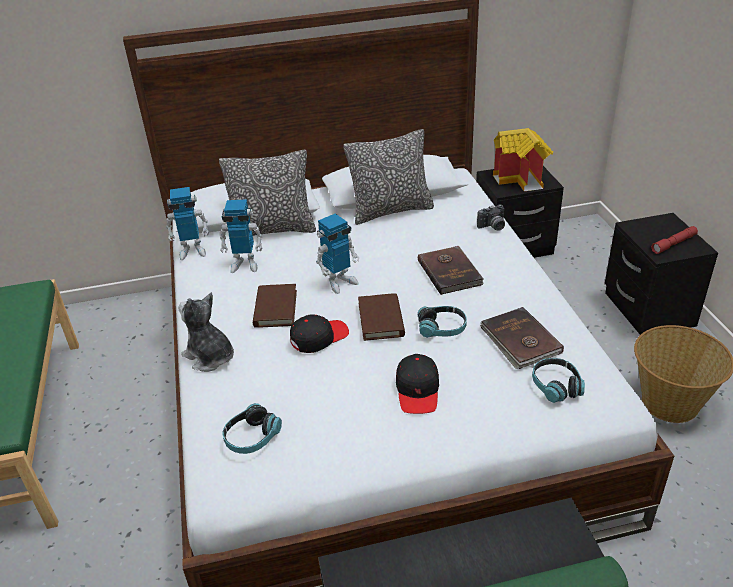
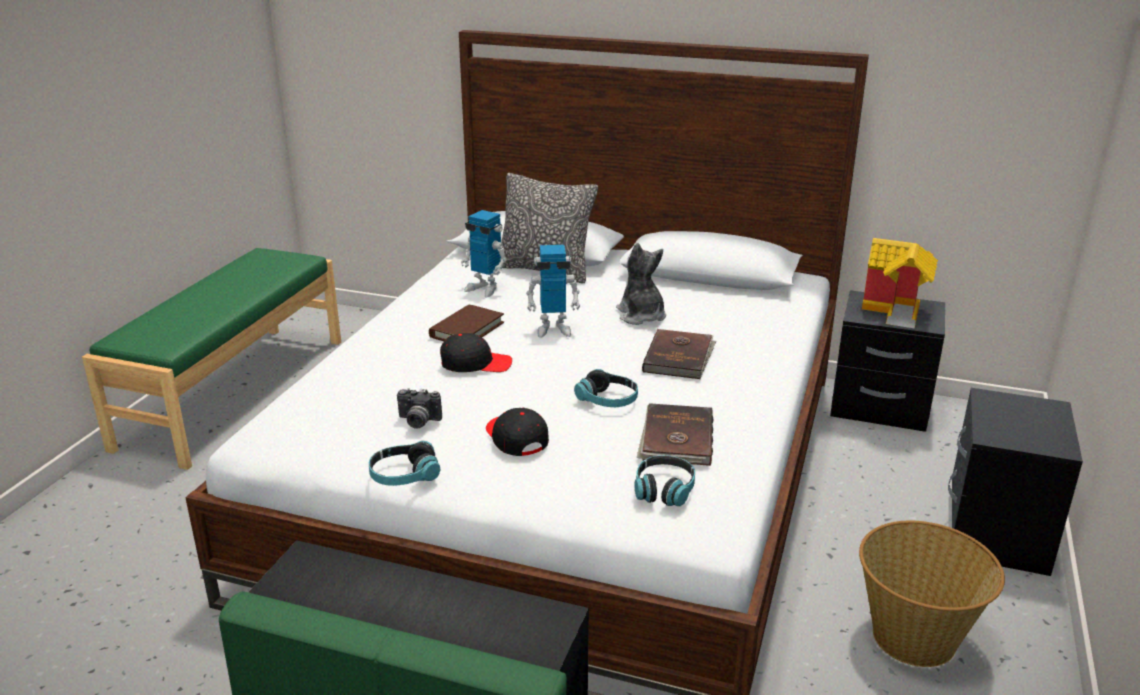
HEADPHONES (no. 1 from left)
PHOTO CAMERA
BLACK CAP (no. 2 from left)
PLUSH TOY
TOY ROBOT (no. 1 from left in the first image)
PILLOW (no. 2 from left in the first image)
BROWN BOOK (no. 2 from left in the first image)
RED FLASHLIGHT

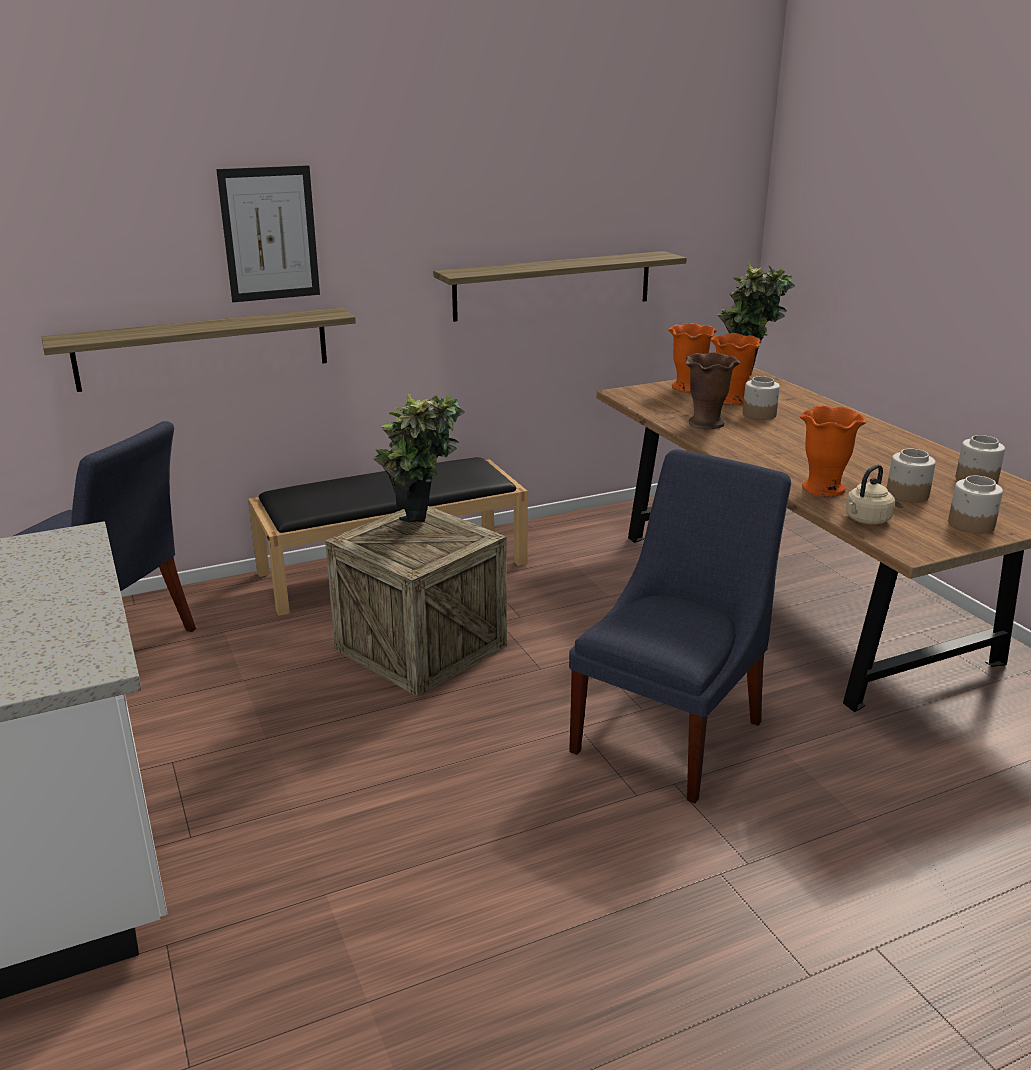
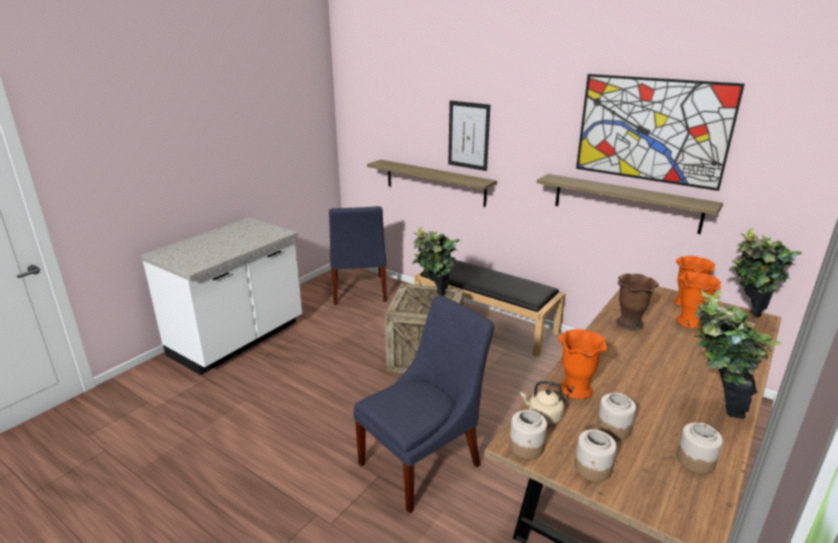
BLUE CHAIR (no. 2 from left)
JAR (no. 1 from left)
PICTURE (no. 2 from left)
POTTED PLANT (no. 2 from left)

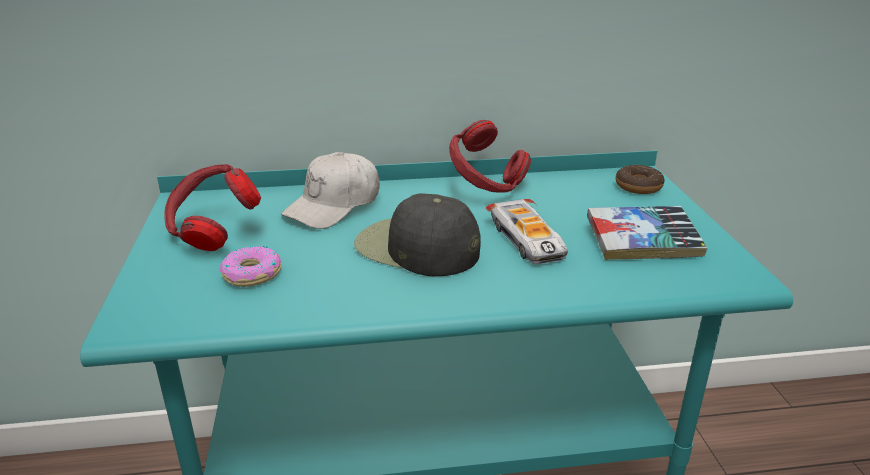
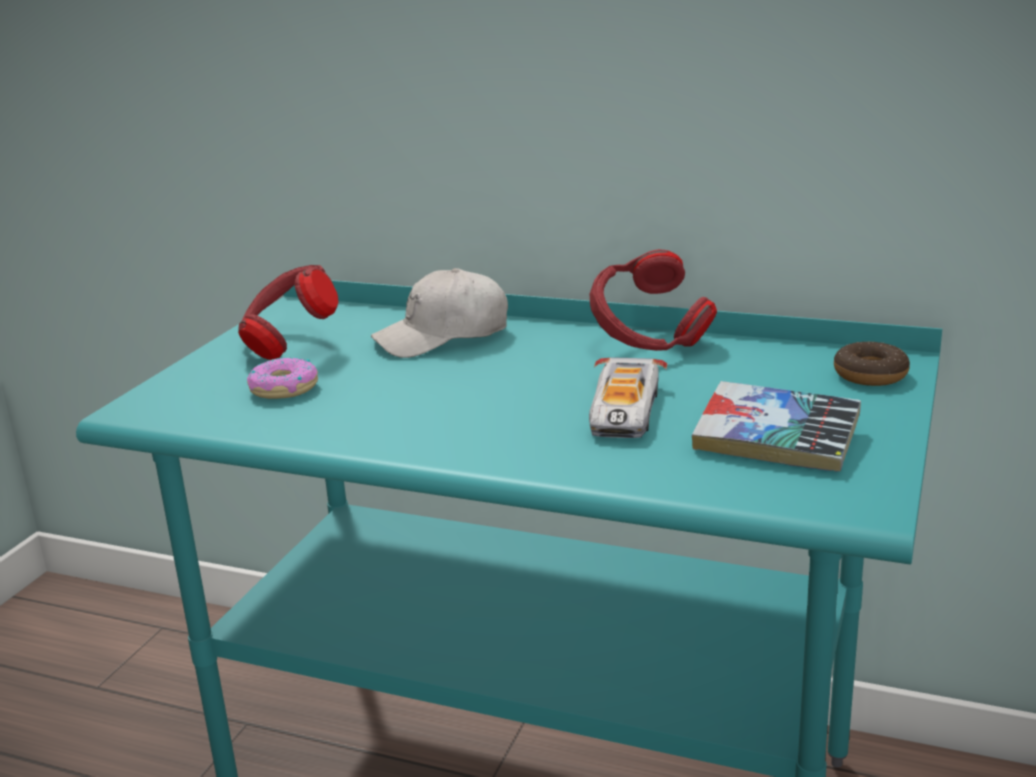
BLACK CAP

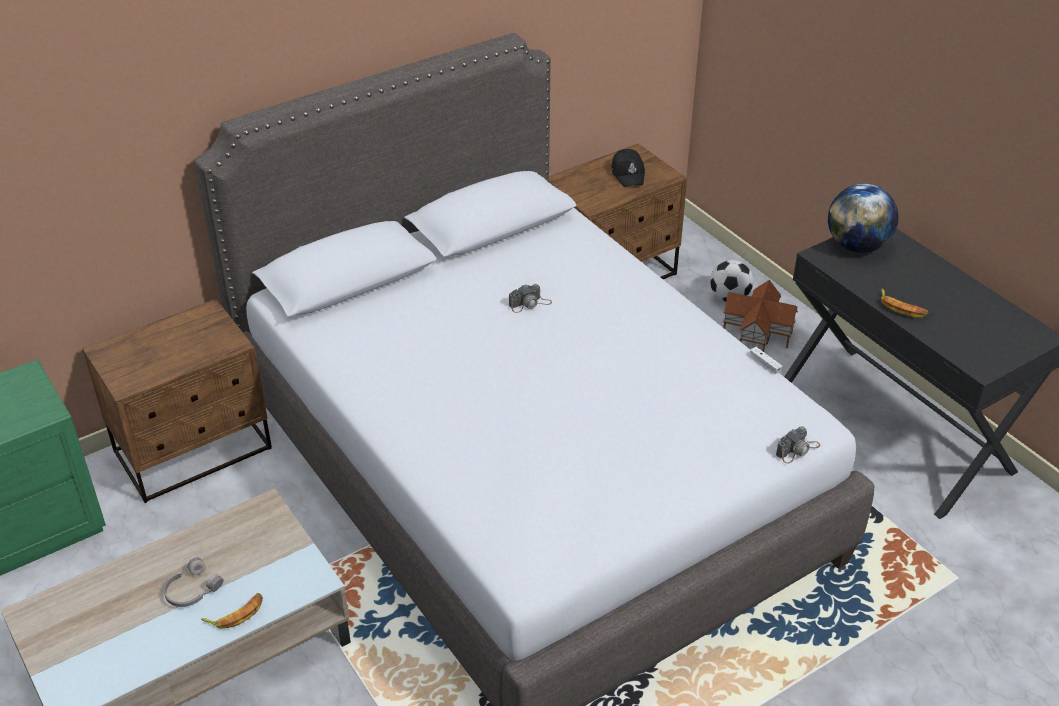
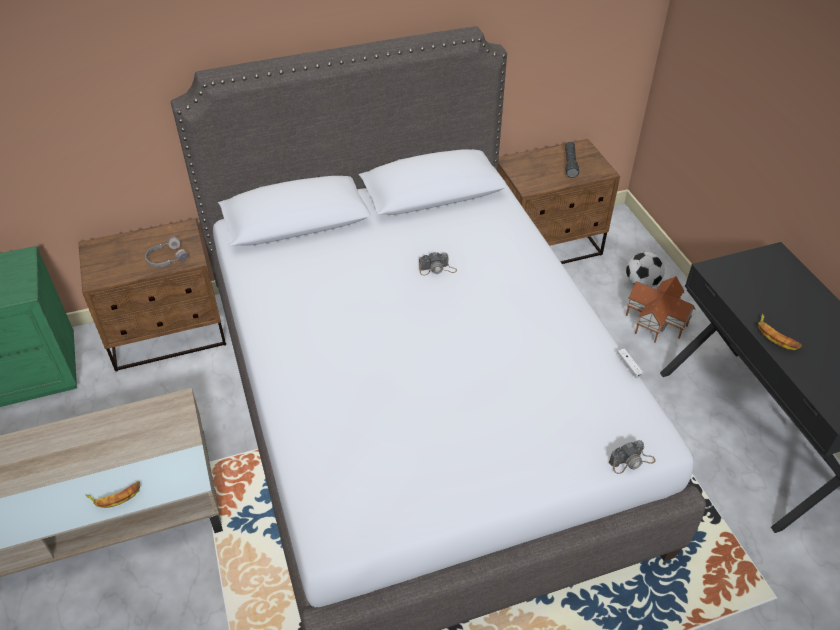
GREY HEADPHONES
BLACK FLASHLIGHT
GLOBE

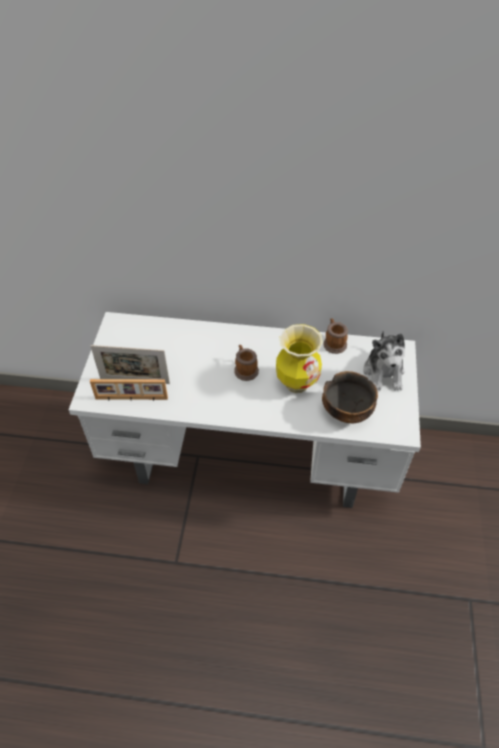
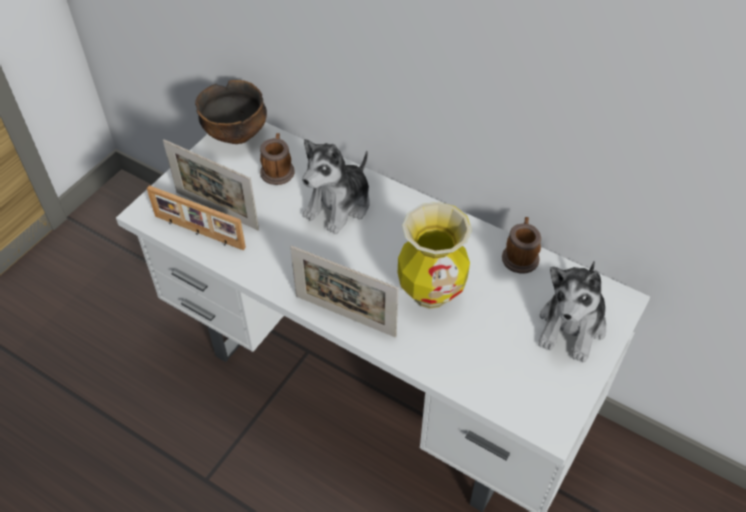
BOWL
MUG (no. 1 from left)
PICTURE FRAME (no. 3 from left)
PLUSH TOY (no. 1 from left)

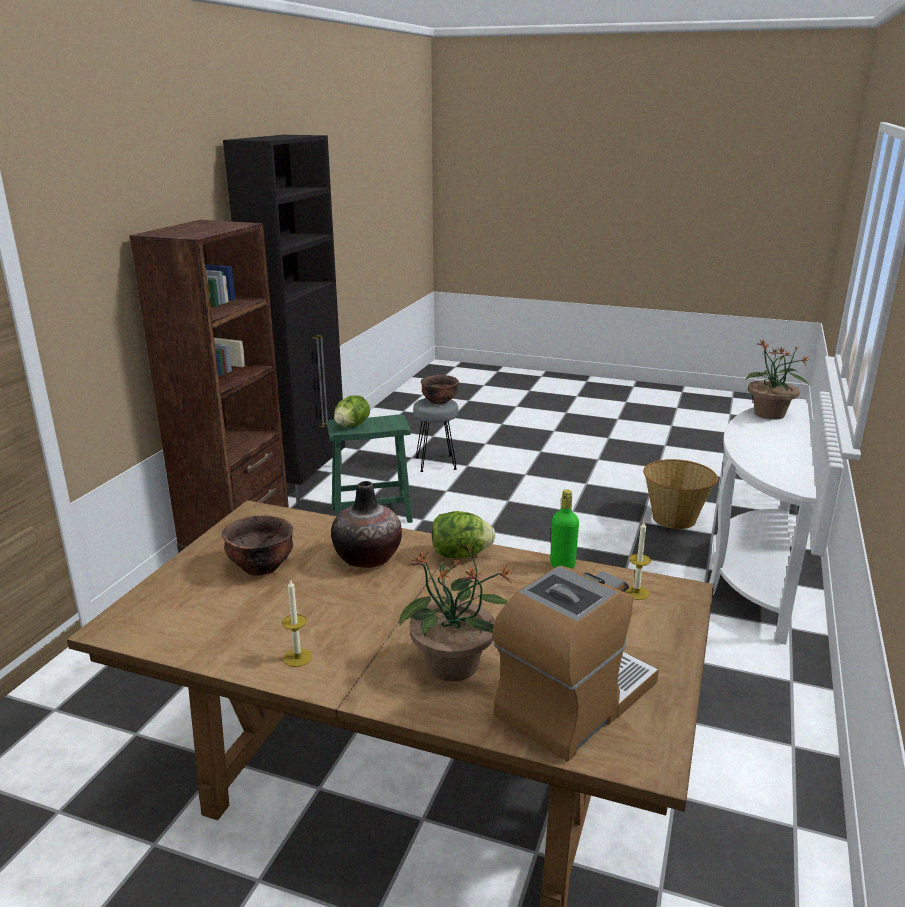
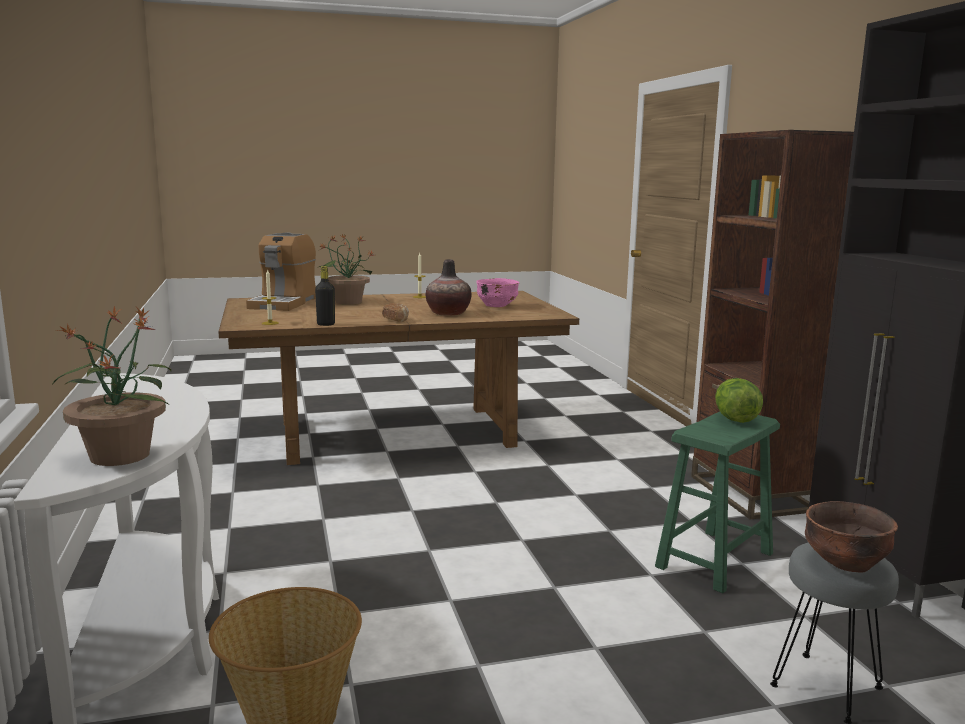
BLACK BOTTLE
BREAD
PINK BOWL

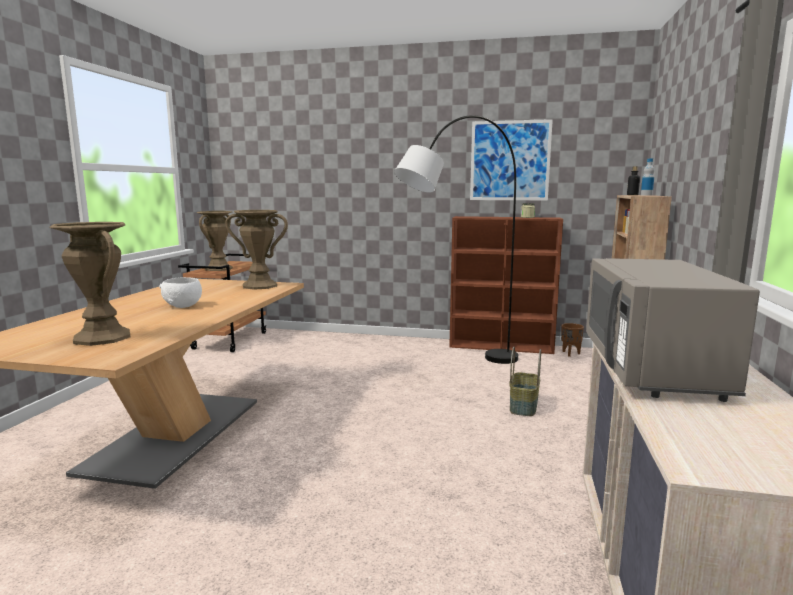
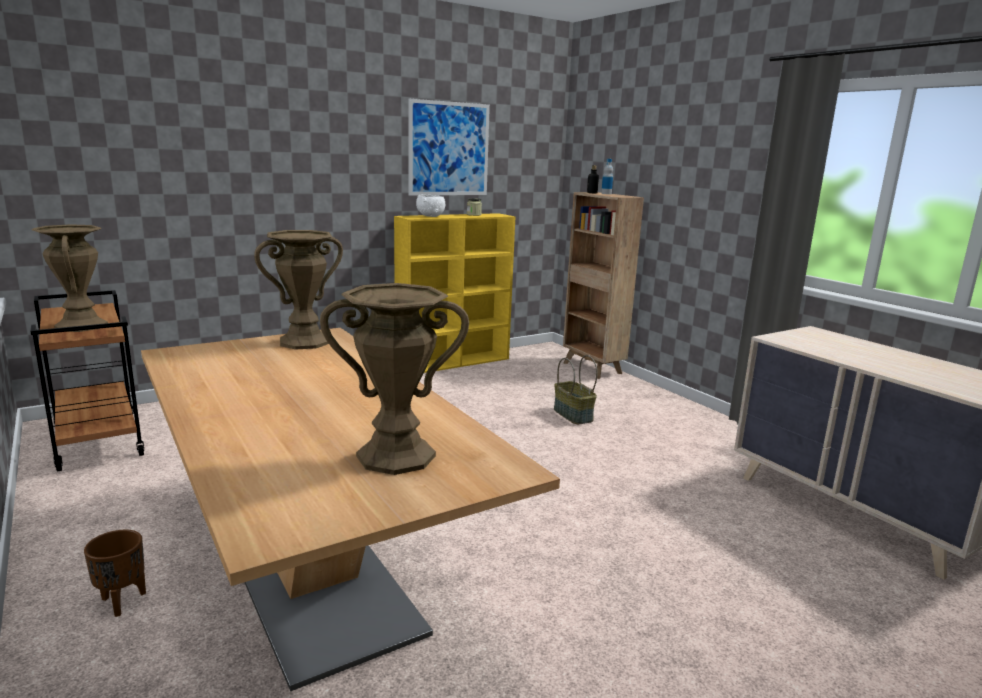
BROWN PLANTER
YELLOW BOOKCASE
WHITE BOWL
GREY FLOOR LAMP
GREY MICROWAVE

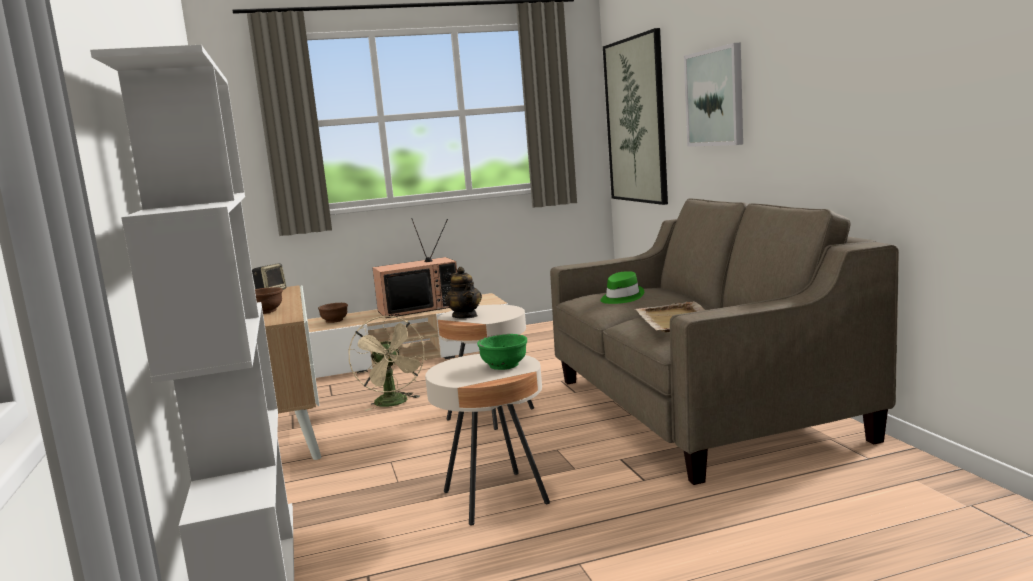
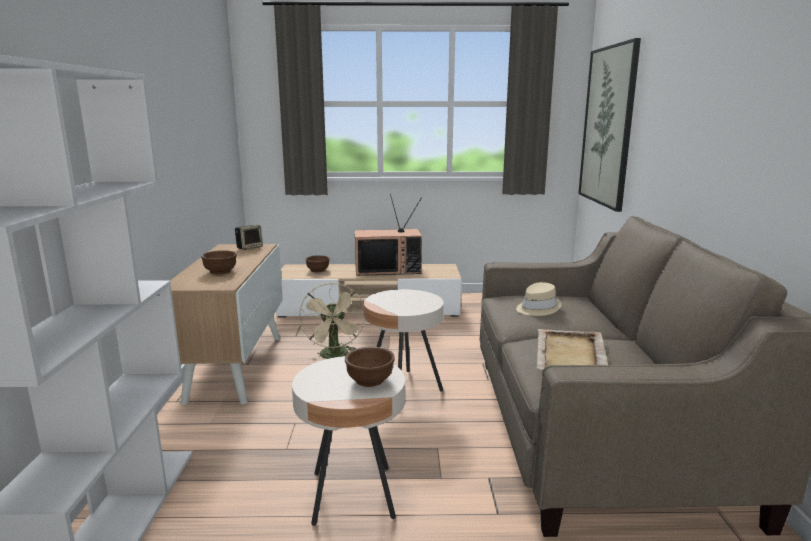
BROWN BOWL (no. 3 from left)
BEIGE HAT
TEAPOT
PICTURE (no. 2 from left in the first image)

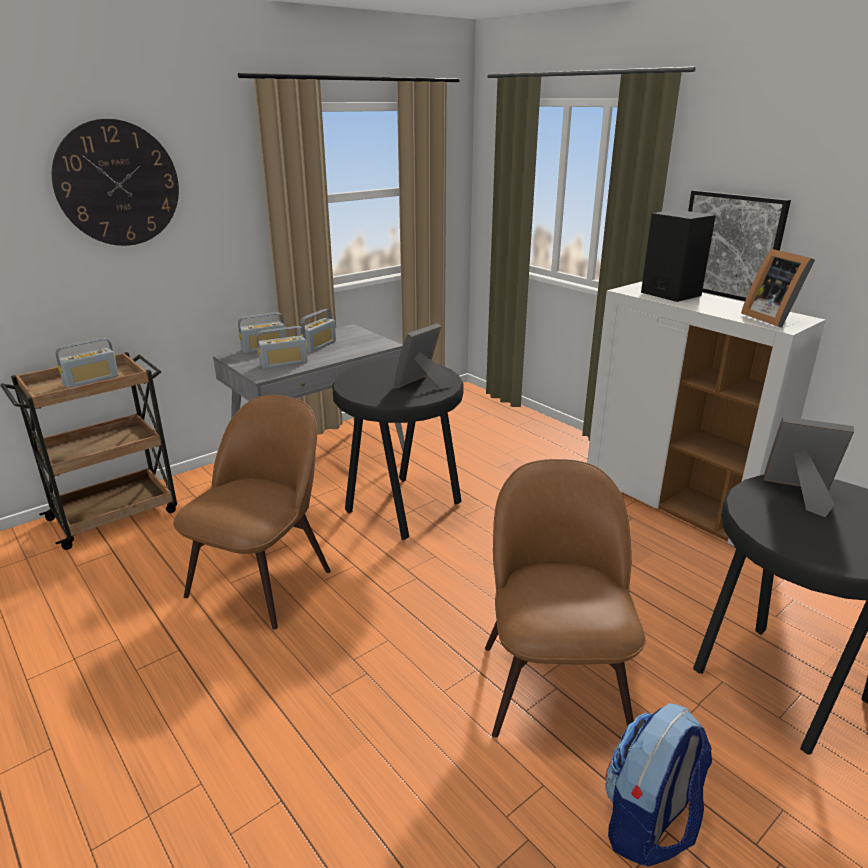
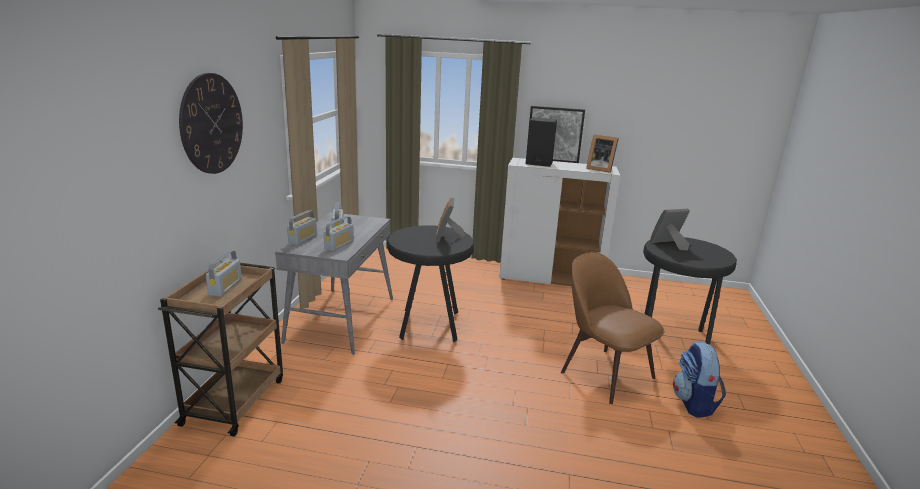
BROWN CHAIR (no. 1 from left in the first image)

